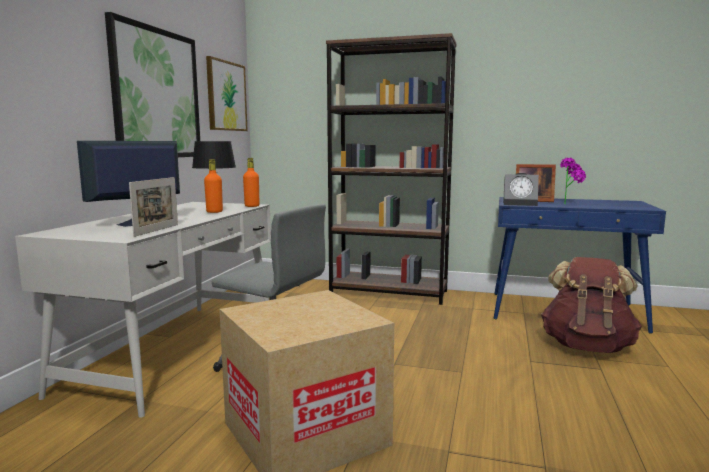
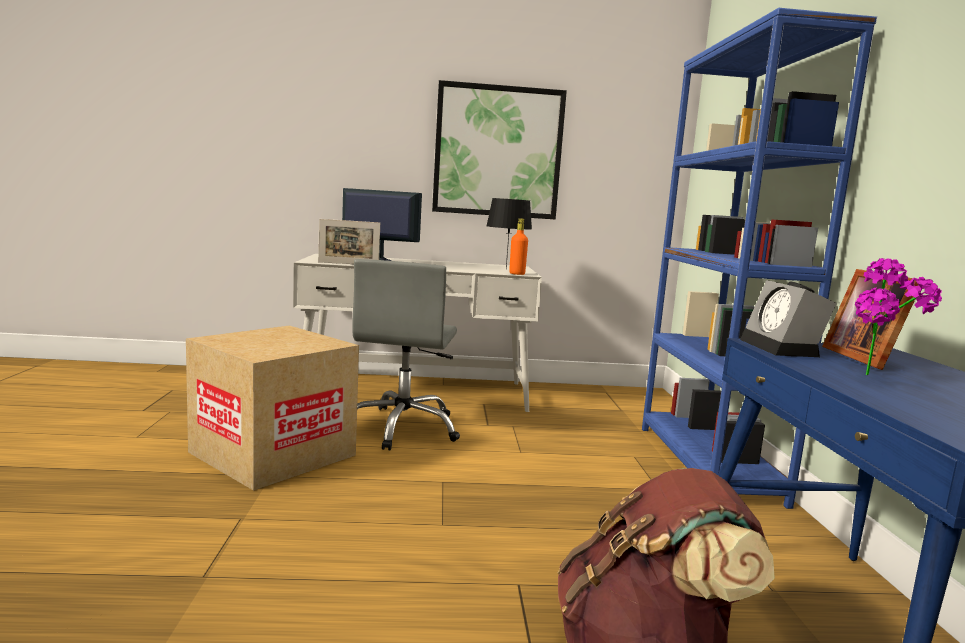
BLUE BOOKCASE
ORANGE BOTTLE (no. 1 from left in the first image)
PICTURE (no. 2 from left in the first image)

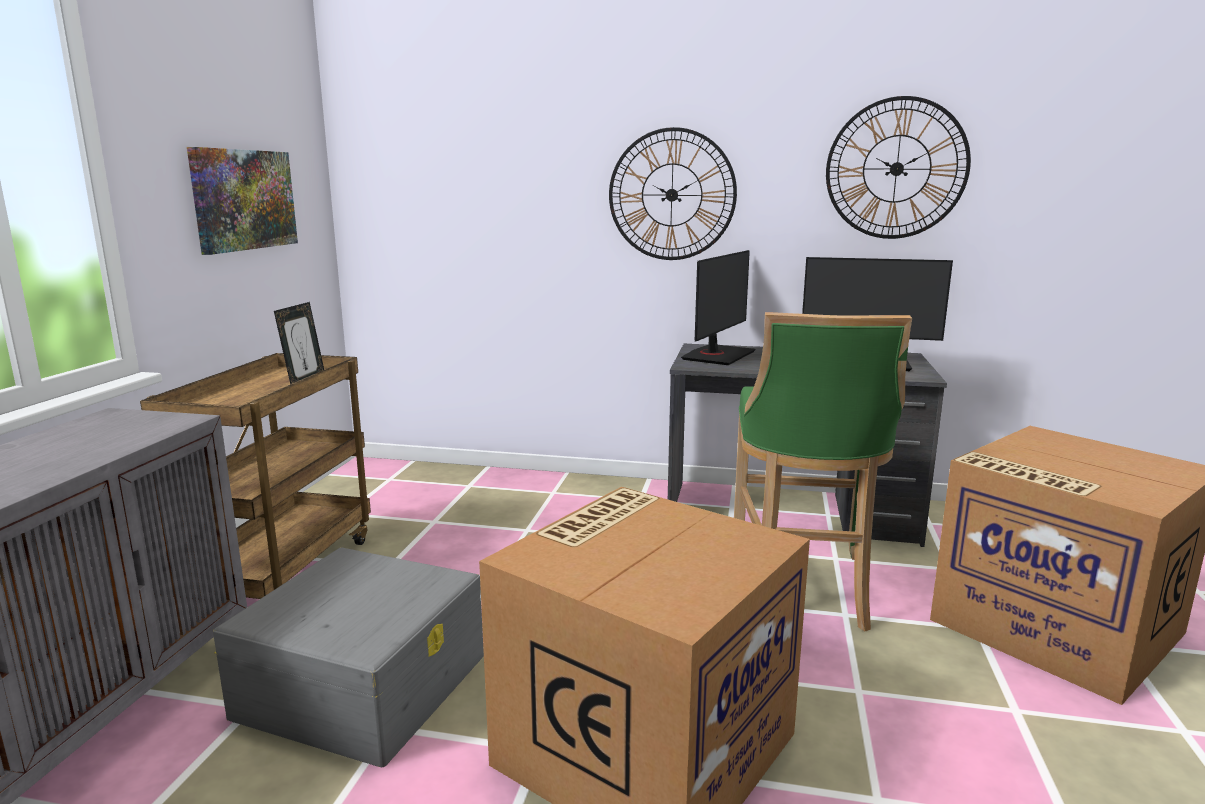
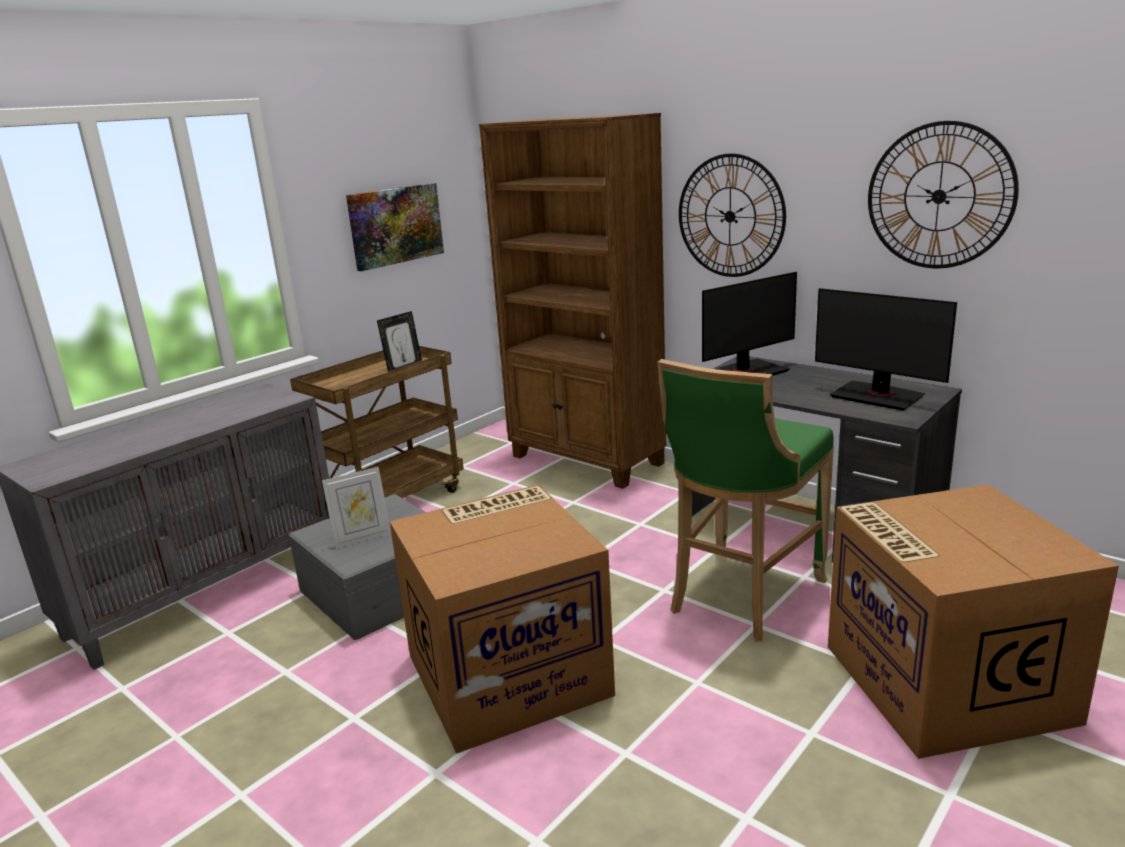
PICTURE FRAME (no. 1 from left)
BROWN BOOKCASE

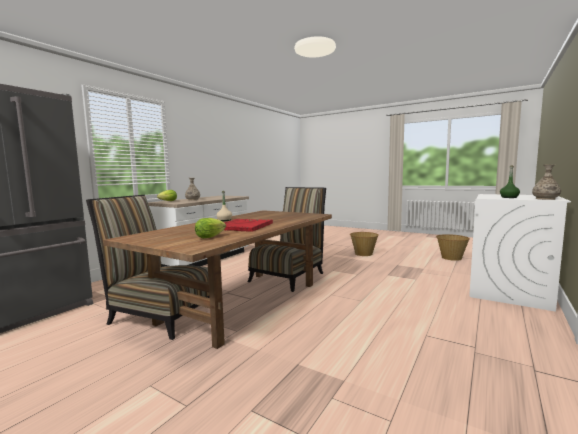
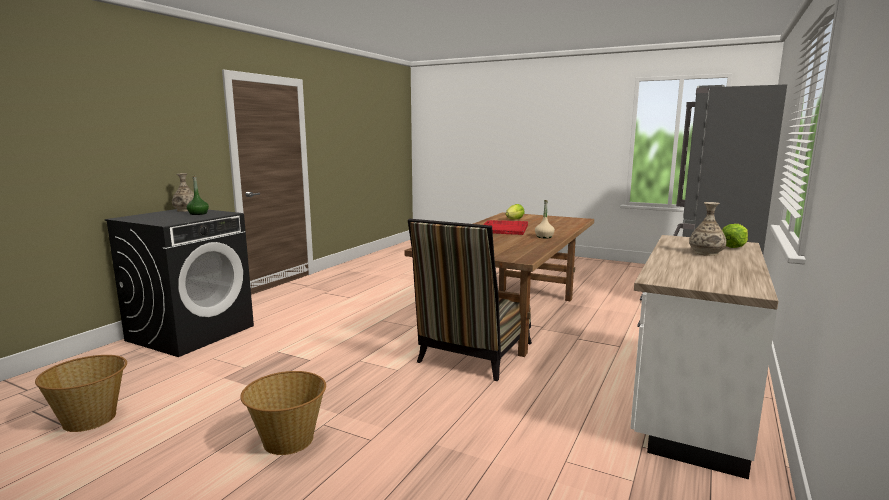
BLACK WASHING MACHINE
CHAIR (no. 1 from left in the first image)

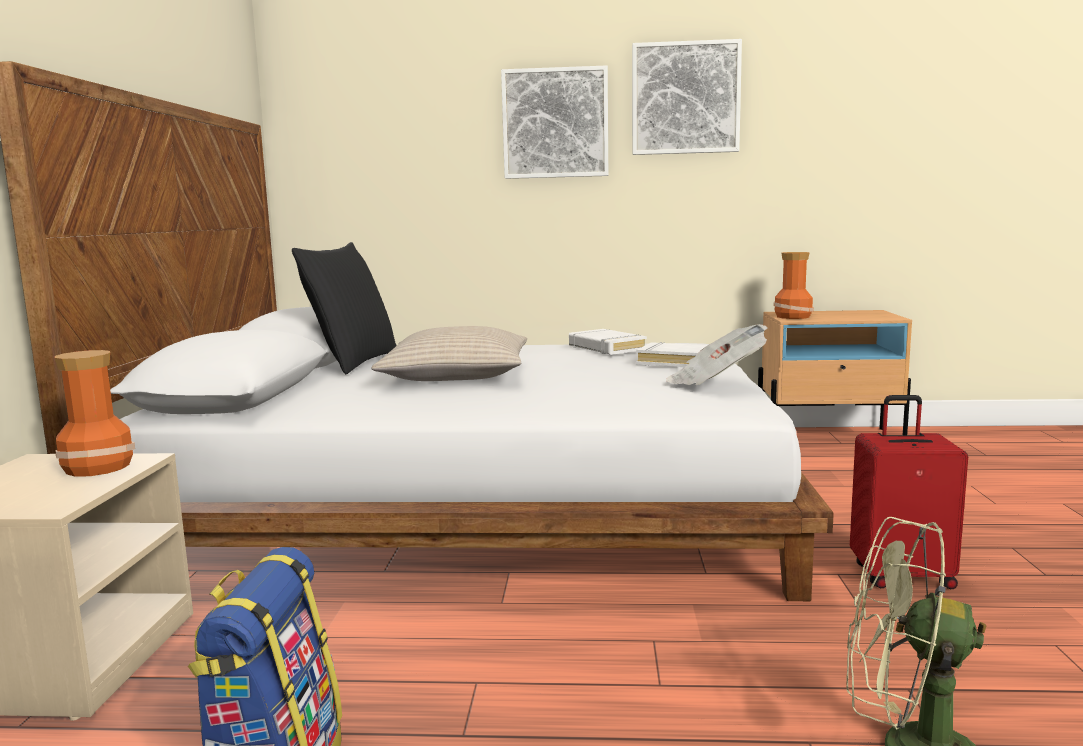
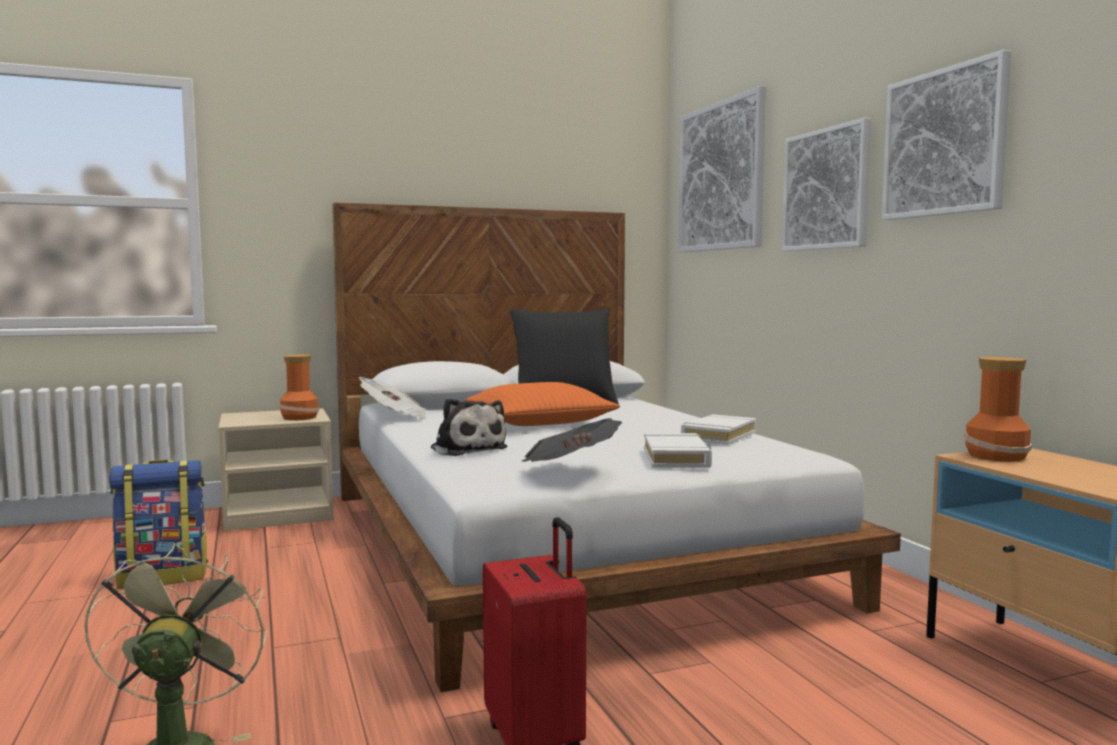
NEWSPAPER (no. 1 from left)
PLUSH TOY
ORANGE PILLOW
PICTURE (no. 1 from left)

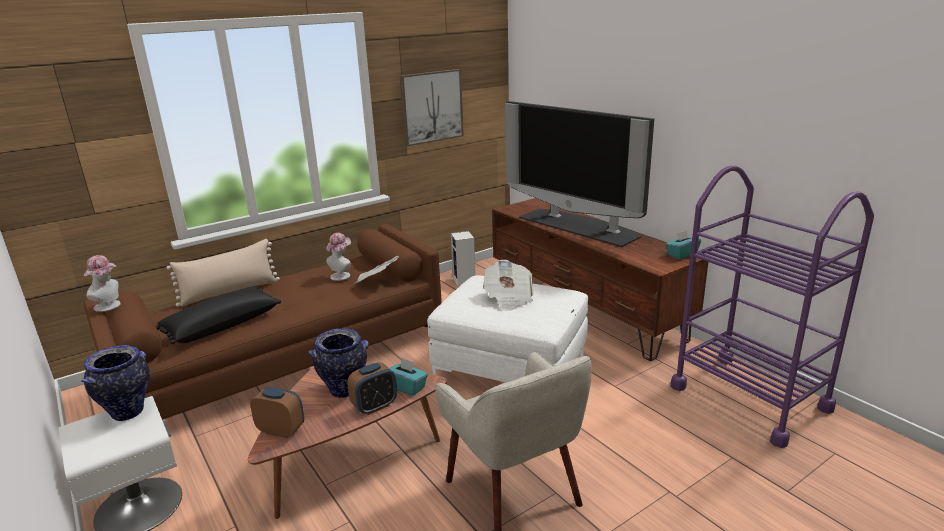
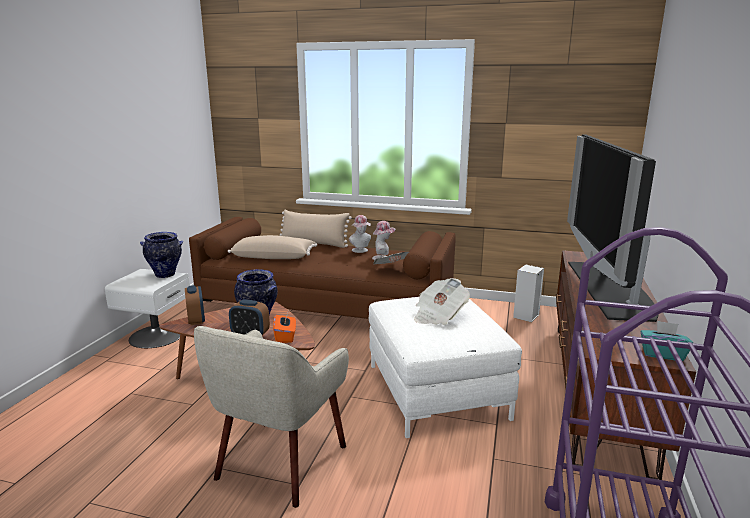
BEIGE PILLOW (no. 1 from left)
ORANGE TISSUE BOX
HAT (no. 1 from left)
PICTURE

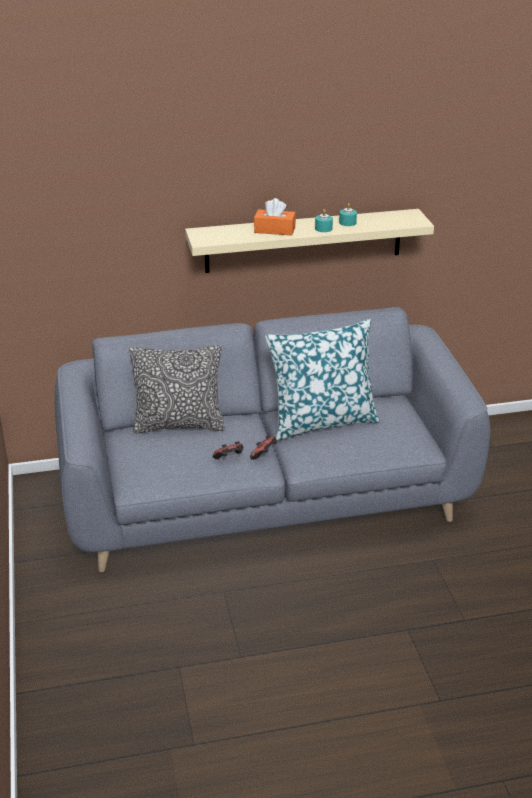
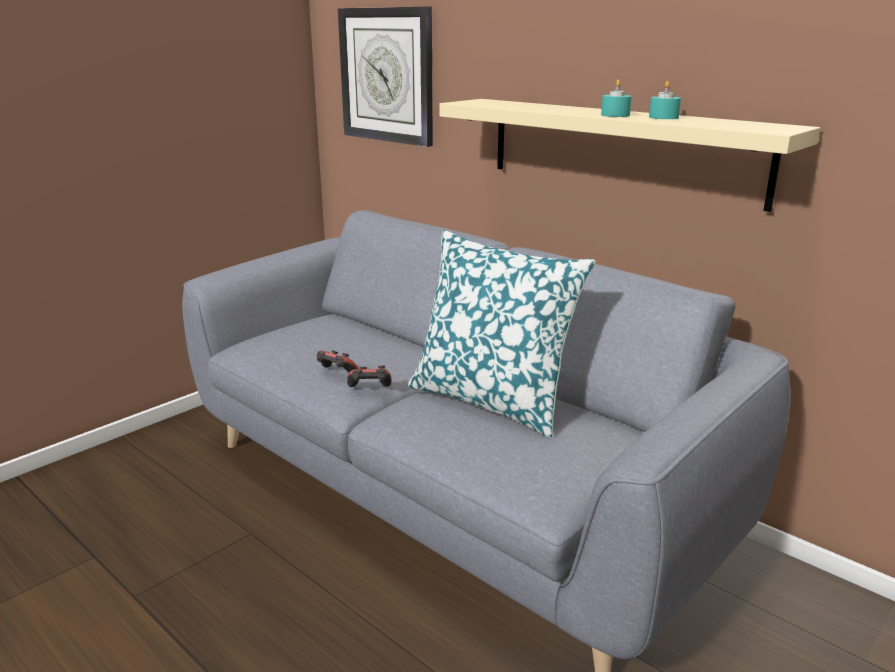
WALL CLOCK
PILLOW (no. 1 from left in the first image)
ORANGE TISSUE BOX

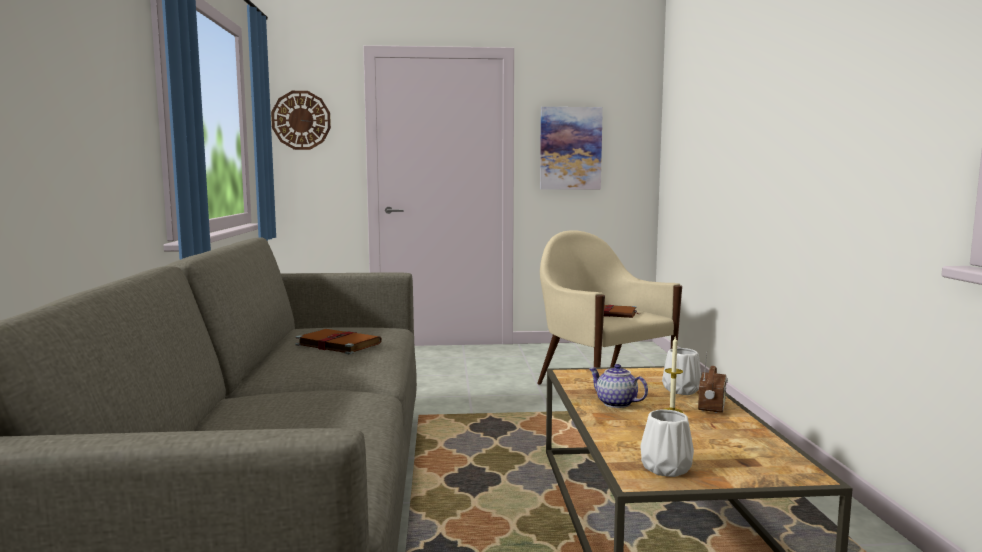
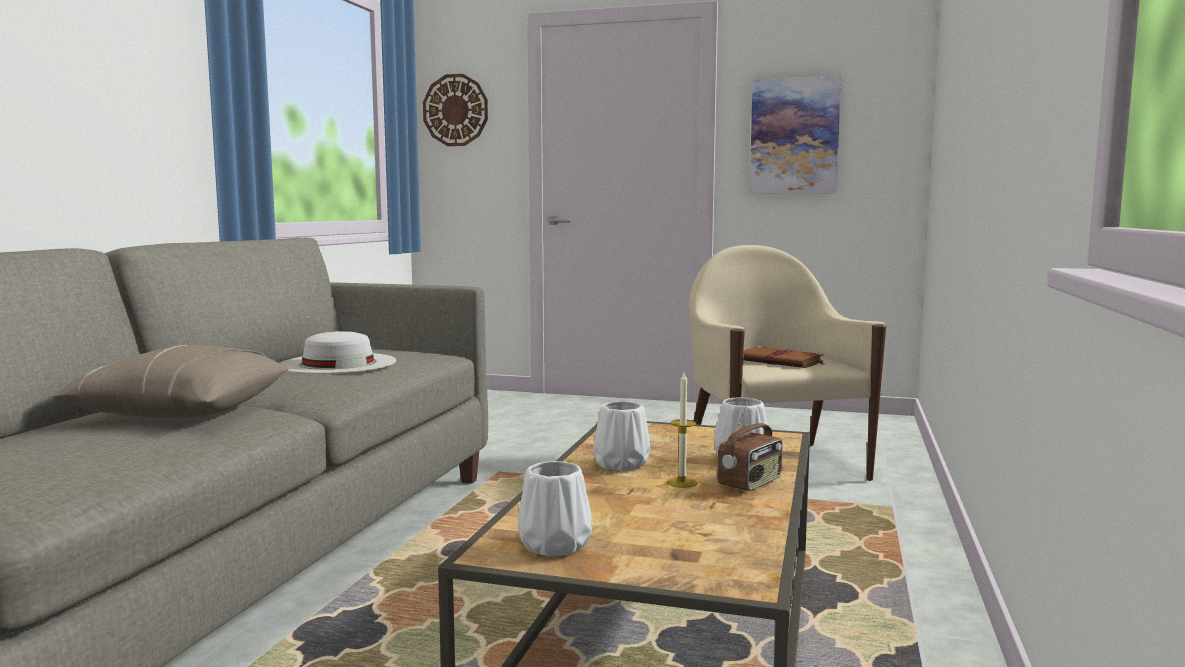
BEIGE PILLOW
WHITE HAT
WHITE VASE (no. 2 from left)

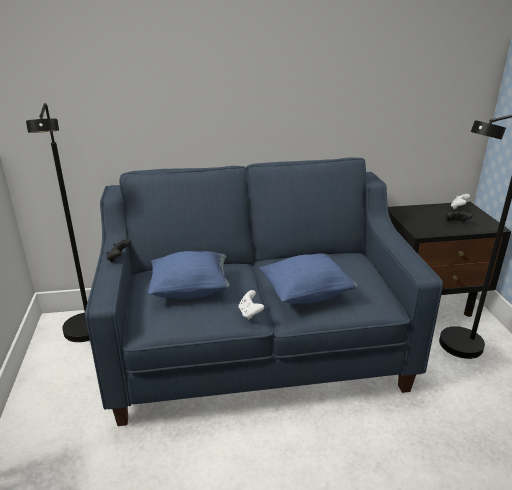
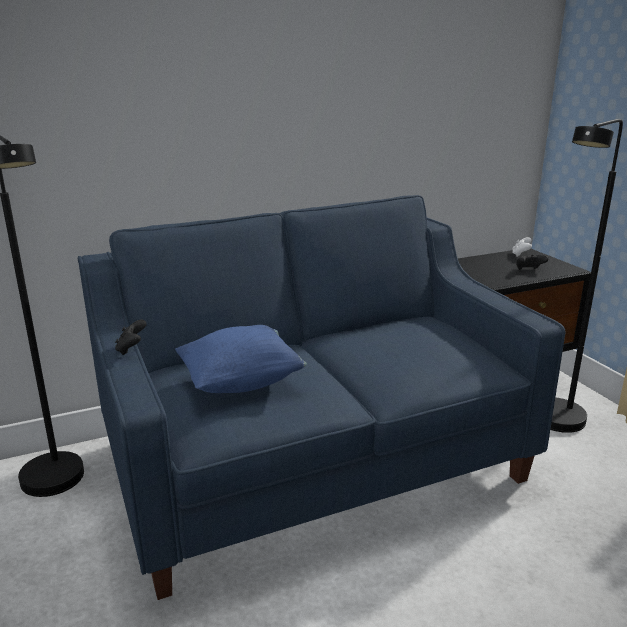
WHITE GAME CONTROLLER (no. 1 from left in the first image)
BLUE PILLOW (no. 2 from left in the first image)

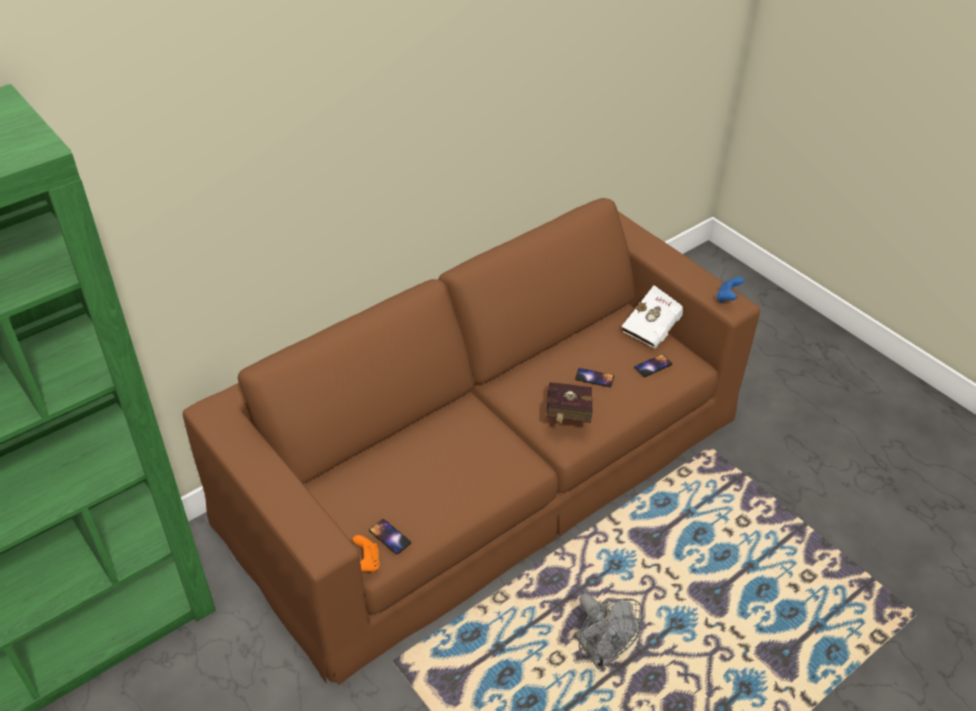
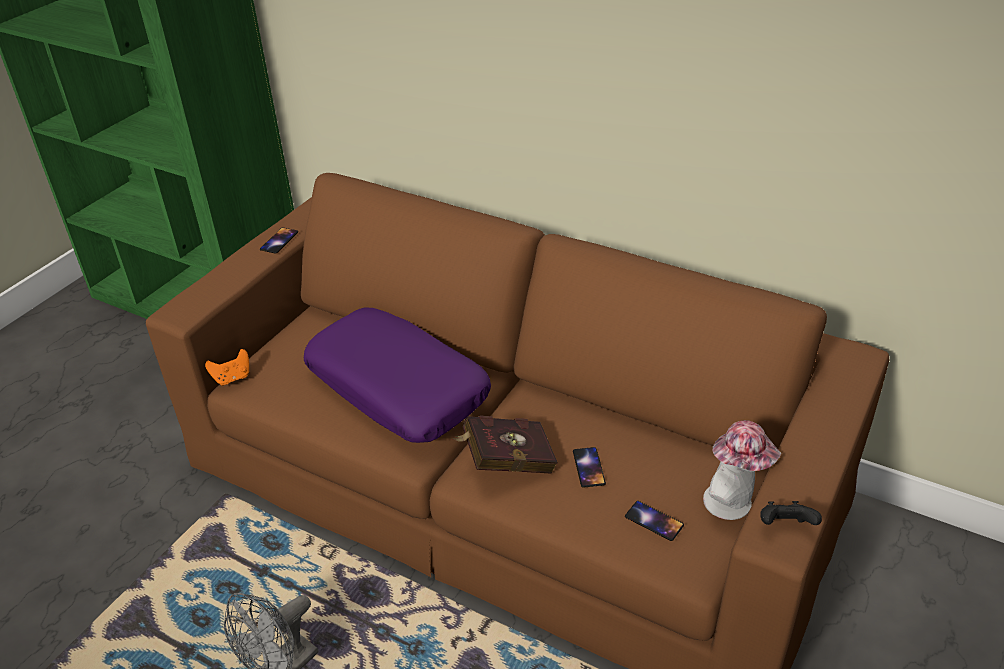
PHONE (no. 1 from left)
PURPLE PILLOW
HAT
BLACK GAME CONTROLLER

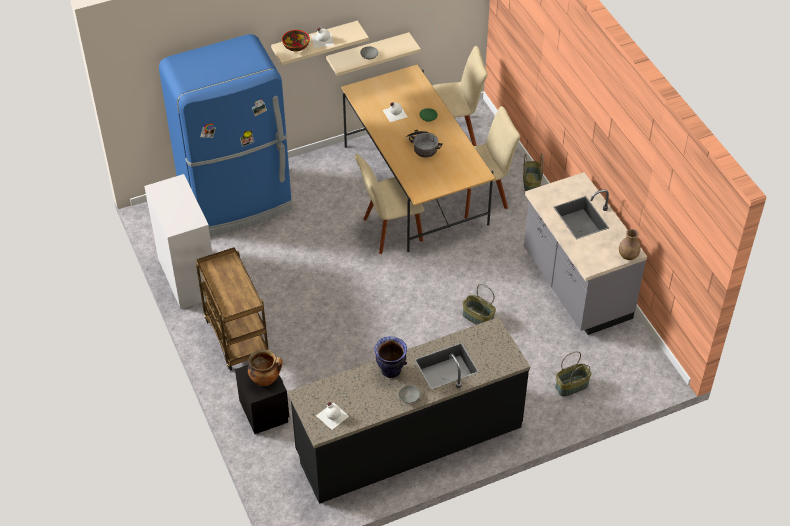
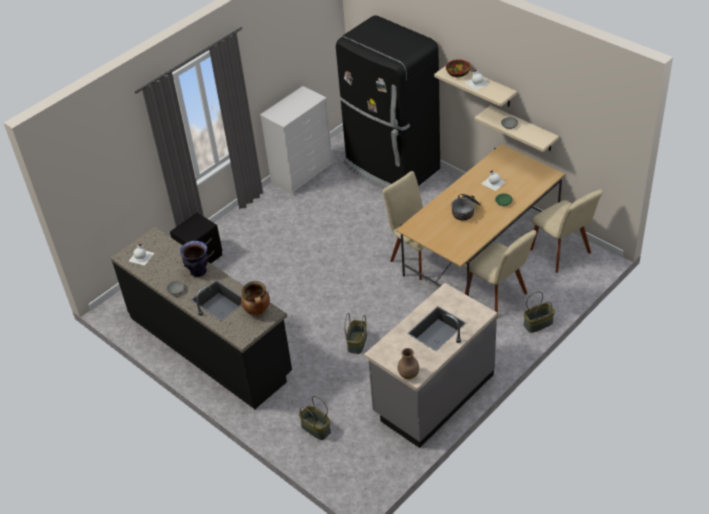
COOKING POT (no. 1 from left)
BLACK FRIDGE
BROWN CART

